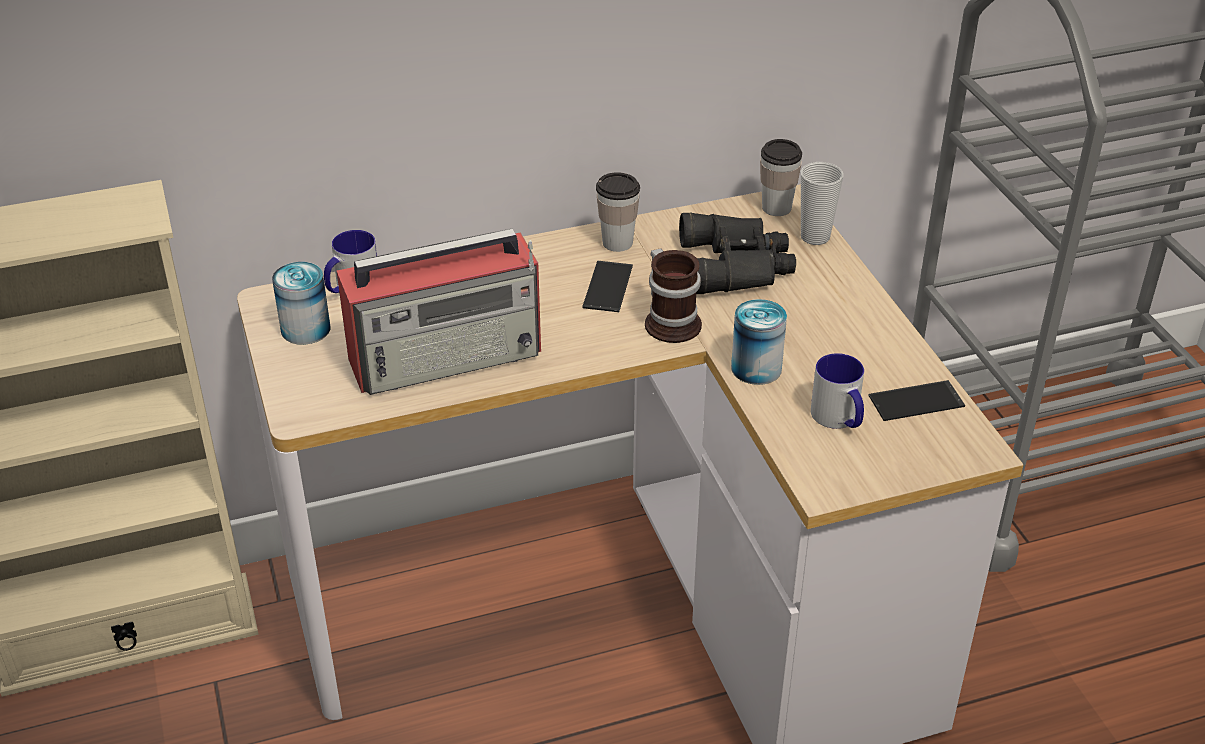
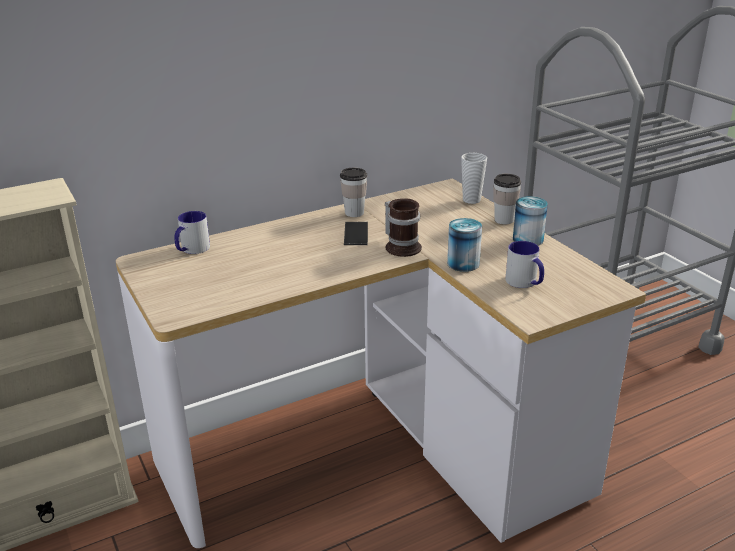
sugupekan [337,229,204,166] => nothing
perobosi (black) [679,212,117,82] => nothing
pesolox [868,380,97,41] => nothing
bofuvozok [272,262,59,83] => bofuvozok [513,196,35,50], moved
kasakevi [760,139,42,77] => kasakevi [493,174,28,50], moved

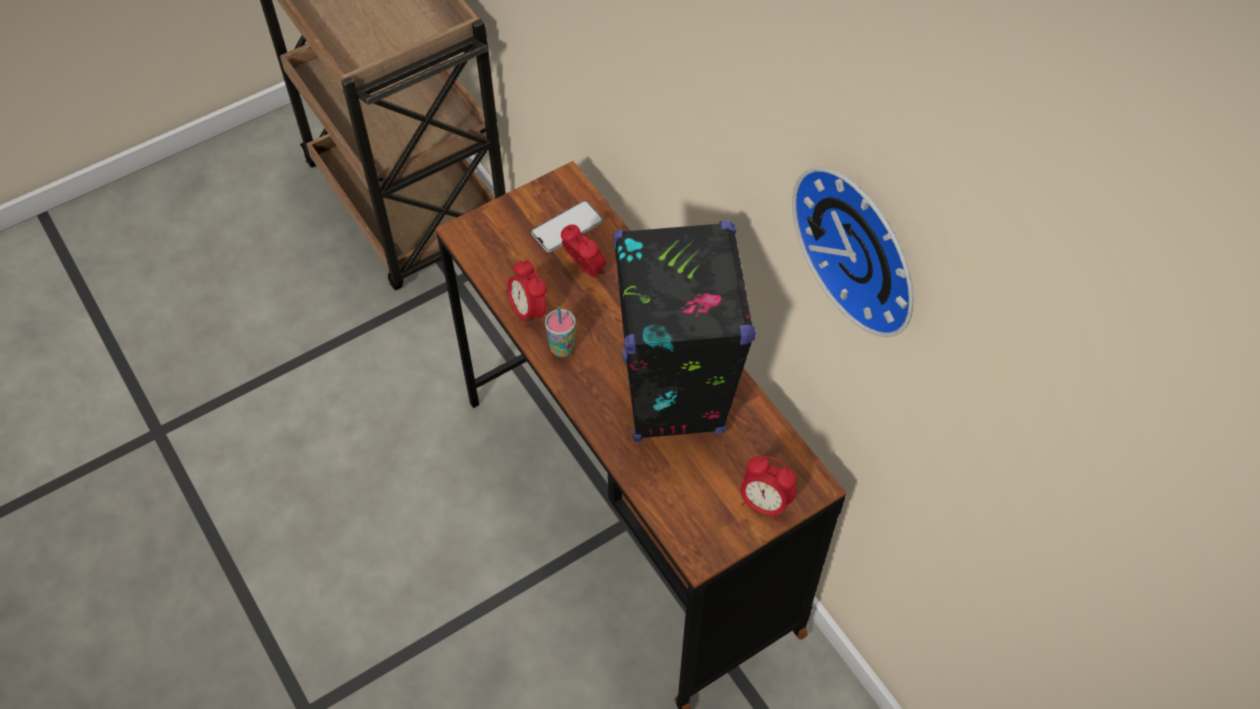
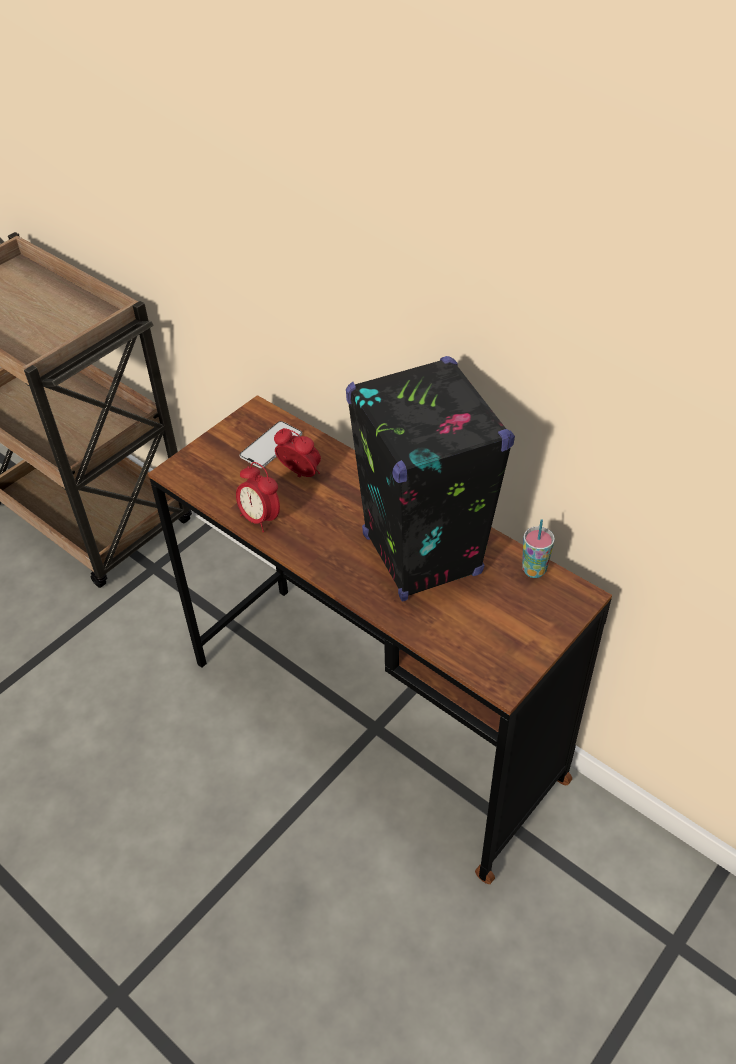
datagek [741,456,56,65] => nothing
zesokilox [792,167,122,170] => nothing
kasakevi [545,306,31,51] => kasakevi [522,519,33,59], moved

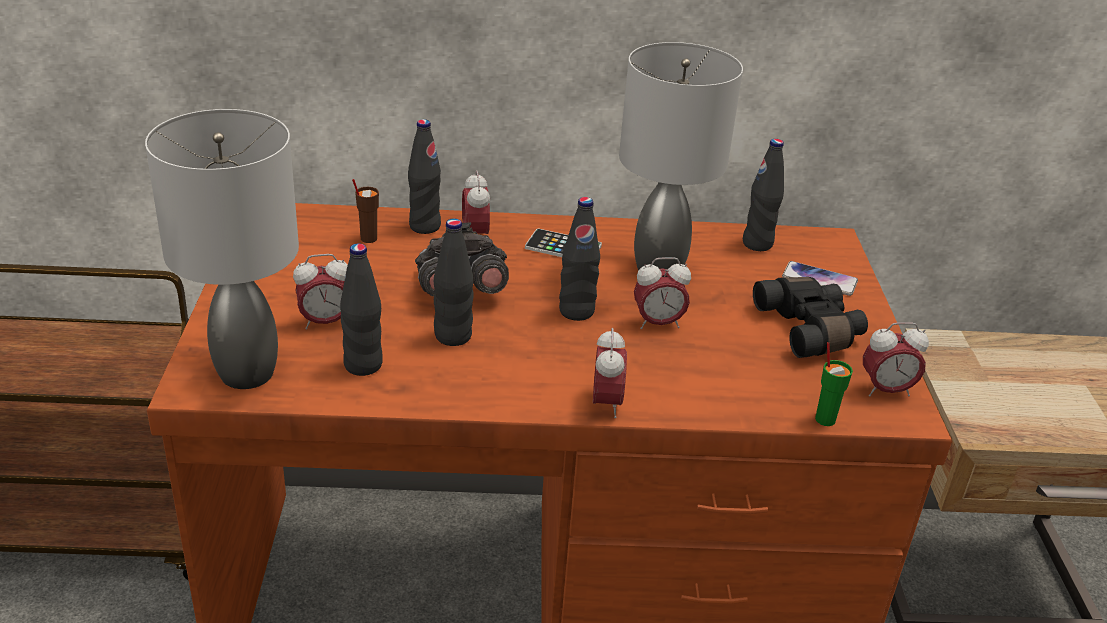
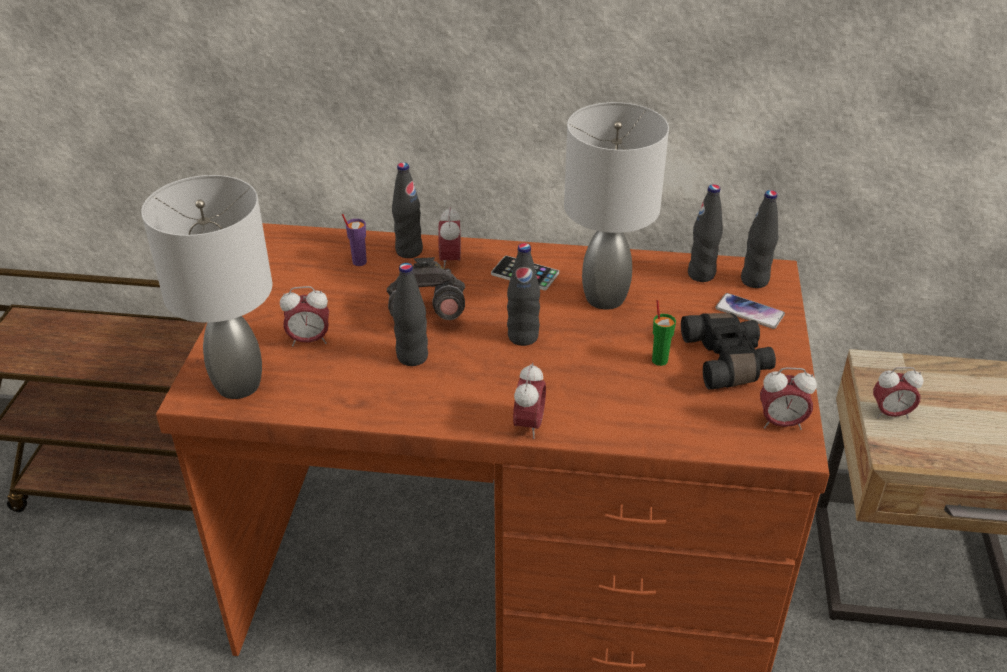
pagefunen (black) [340,244,43,132] => pagefunen (black) [741,190,37,98], moved
datagek [634,257,57,72] => datagek [873,367,50,52], moved
kasakevi (green) [815,342,38,84] => kasakevi (green) [652,300,24,66], moved
kasakevi (brown) [352,179,27,64] => kasakevi (purple) [342,214,25,52]

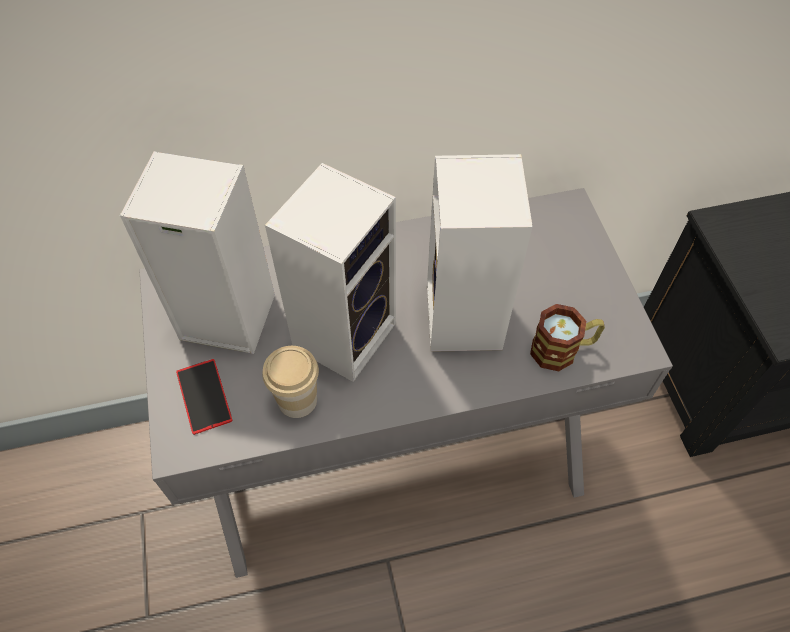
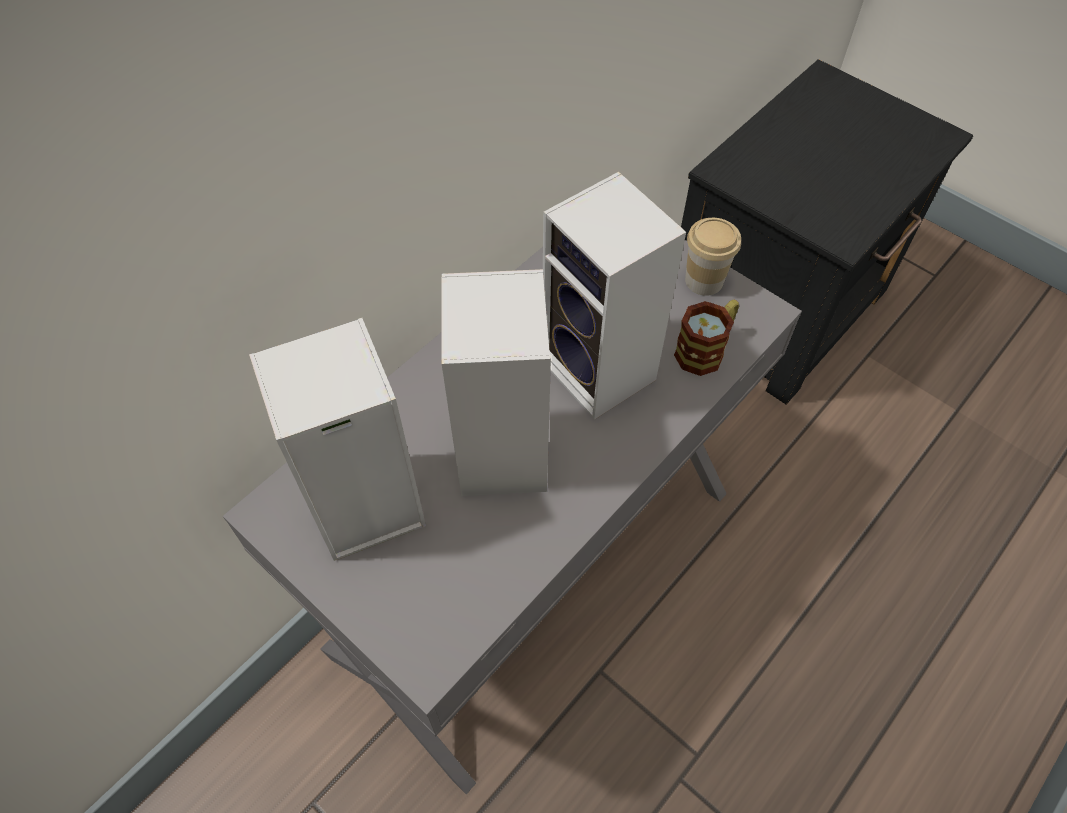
pesolox [176,359,56,76] => nothing
kasakevi [262,346,57,72] => kasakevi [685,218,56,78], moved

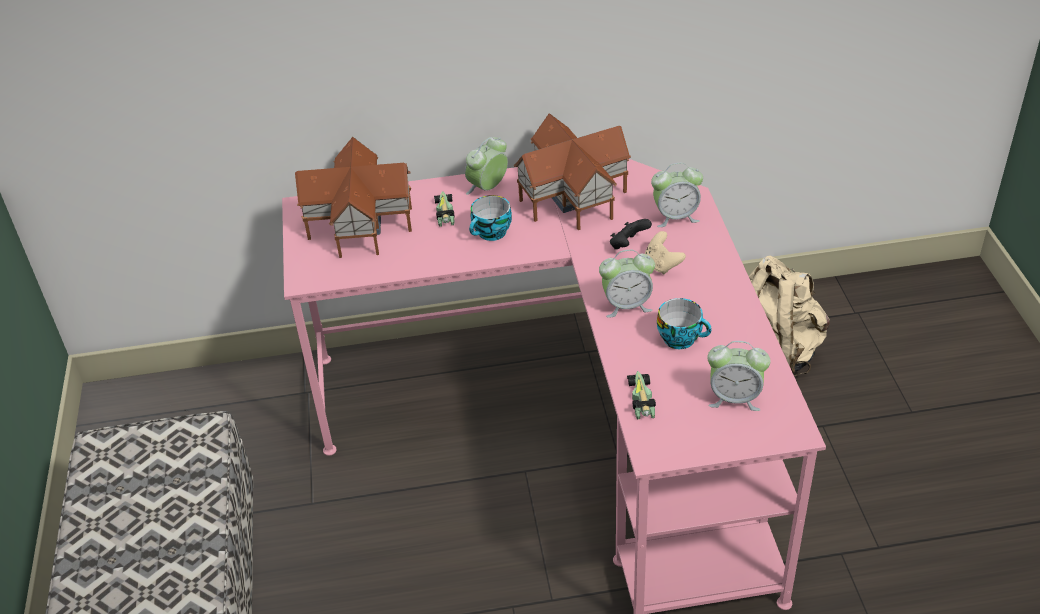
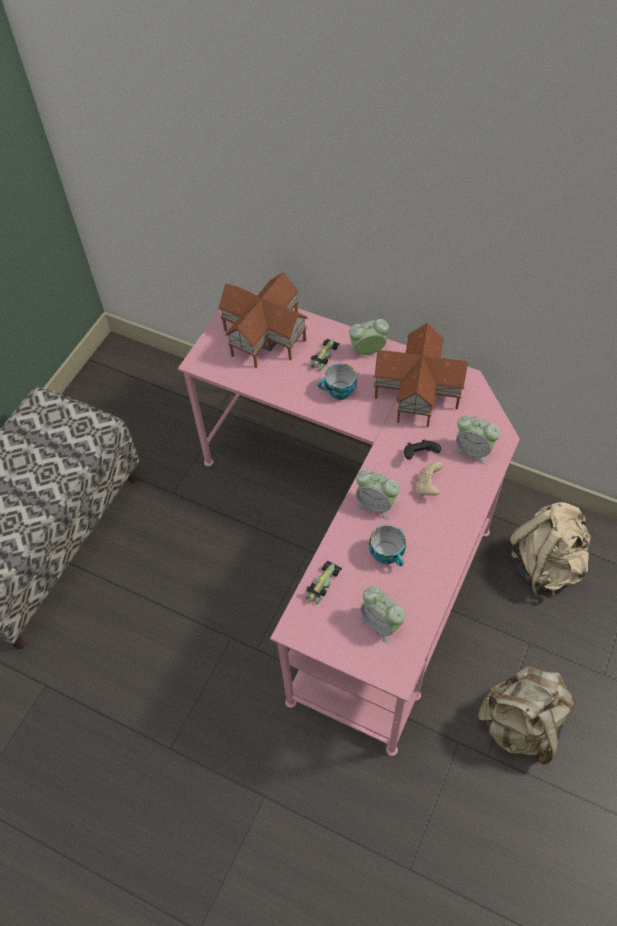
nothing => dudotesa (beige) [478,666,98,98]

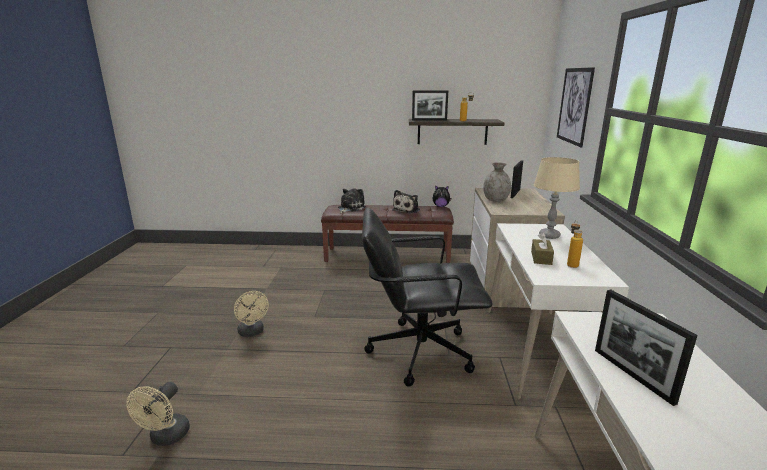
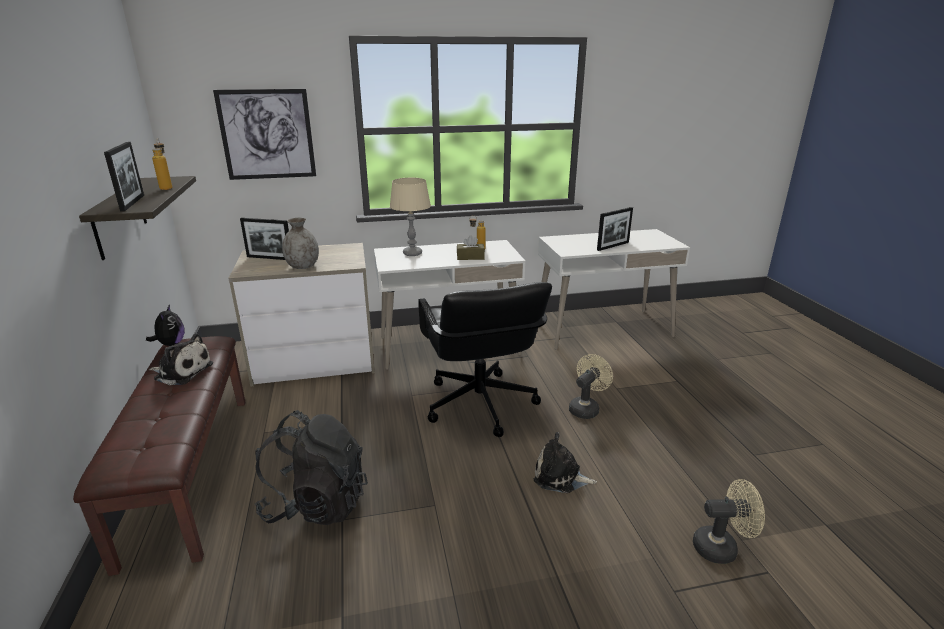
nothing => dudotesa (black) [255,410,113,115]
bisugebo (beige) [234,291,35,46] => bisugebo (beige) [569,354,44,65], moved
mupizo [338,188,28,25] => mupizo [534,432,63,61], moved

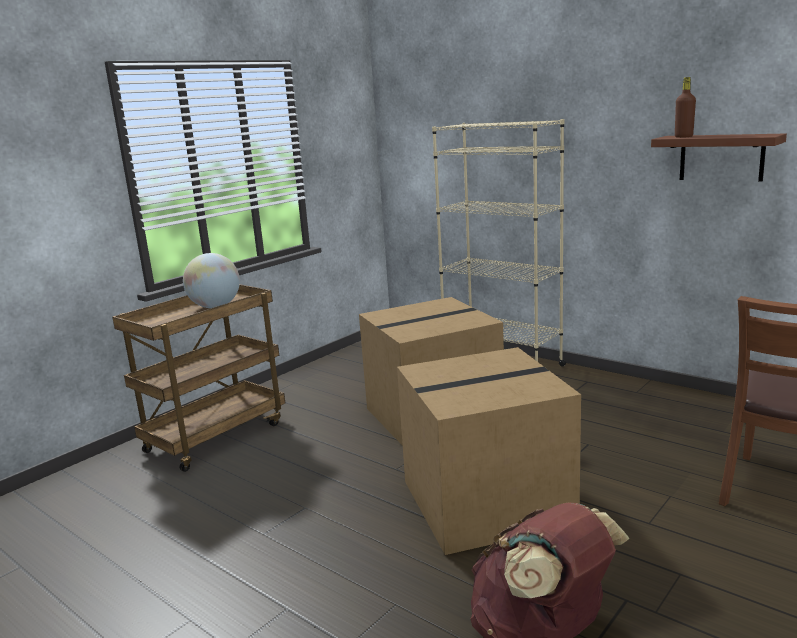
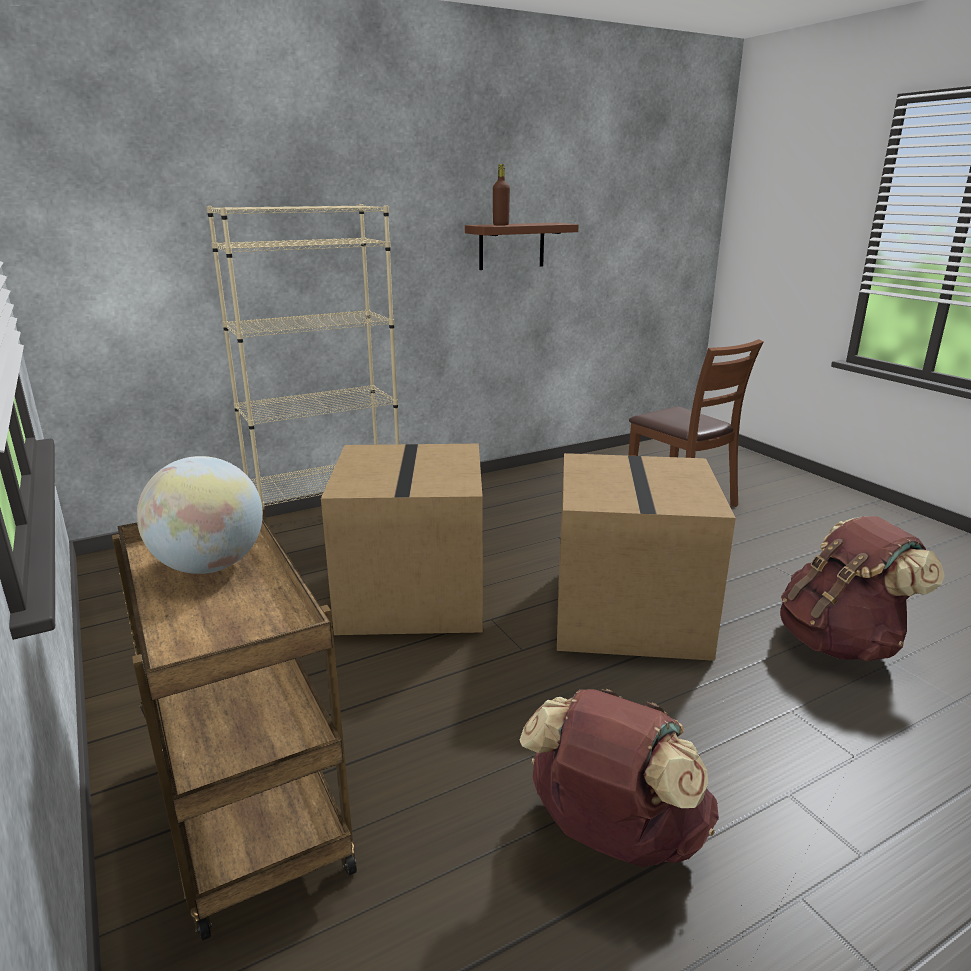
nothing => dudotesa (brown) [520,689,199,178]

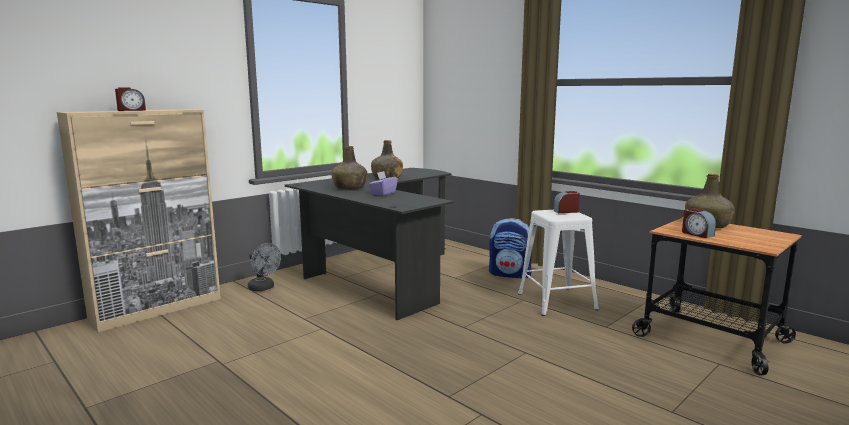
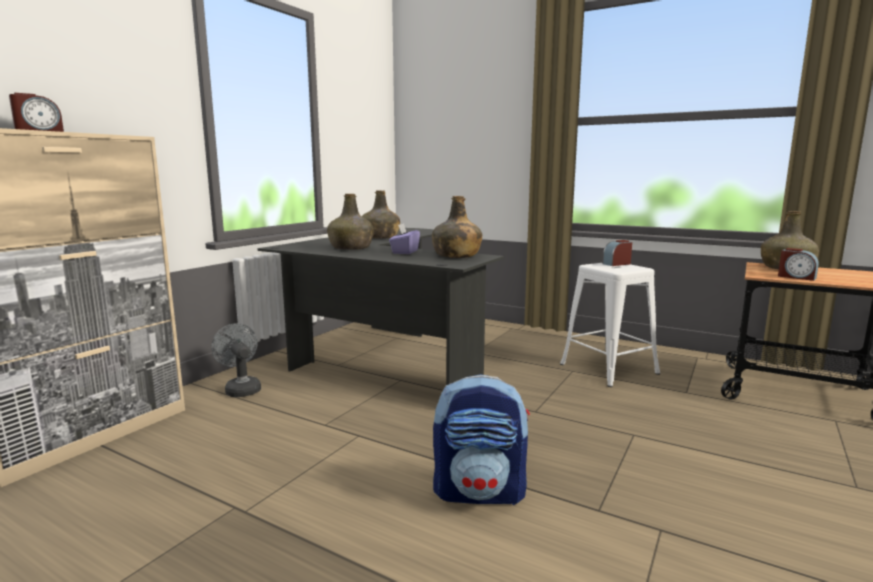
nothing => pagefunen (green) [432,196,50,62]
dudotesa [489,218,43,60] => dudotesa [433,374,97,131], moved
bisugebo (grey) [248,243,33,48] => bisugebo (grey) [211,323,50,74], 150 degrees counterclockwise

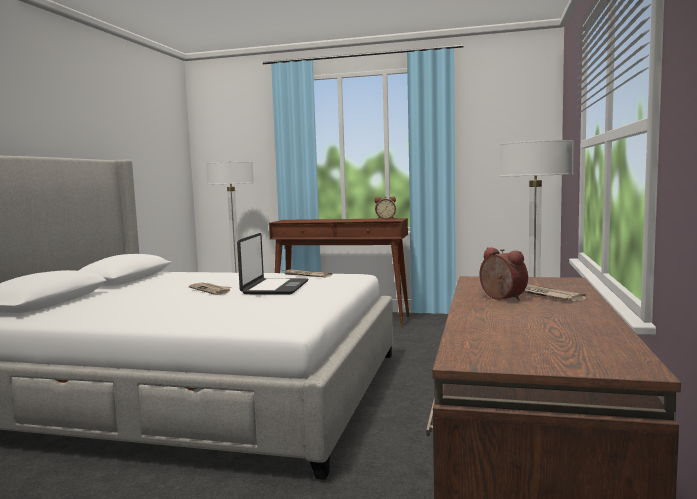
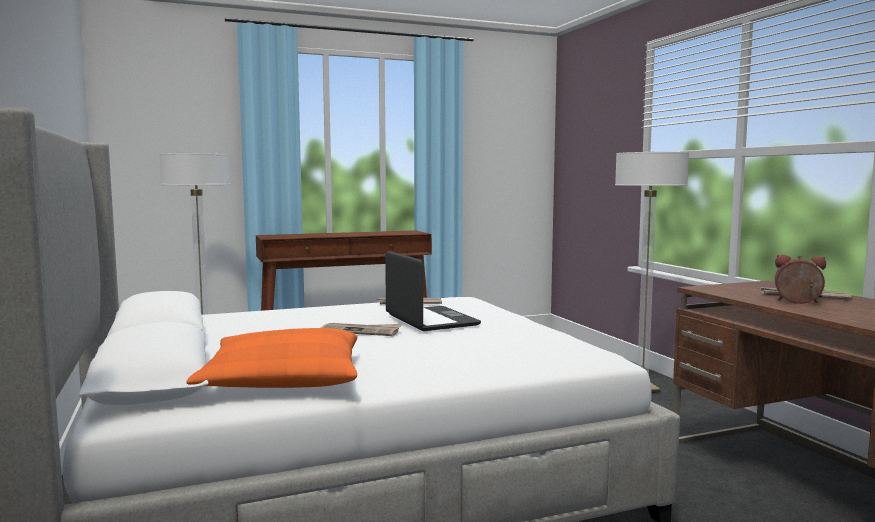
datagek [375,196,21,23] => nothing
nothing => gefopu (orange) [186,328,171,60]

